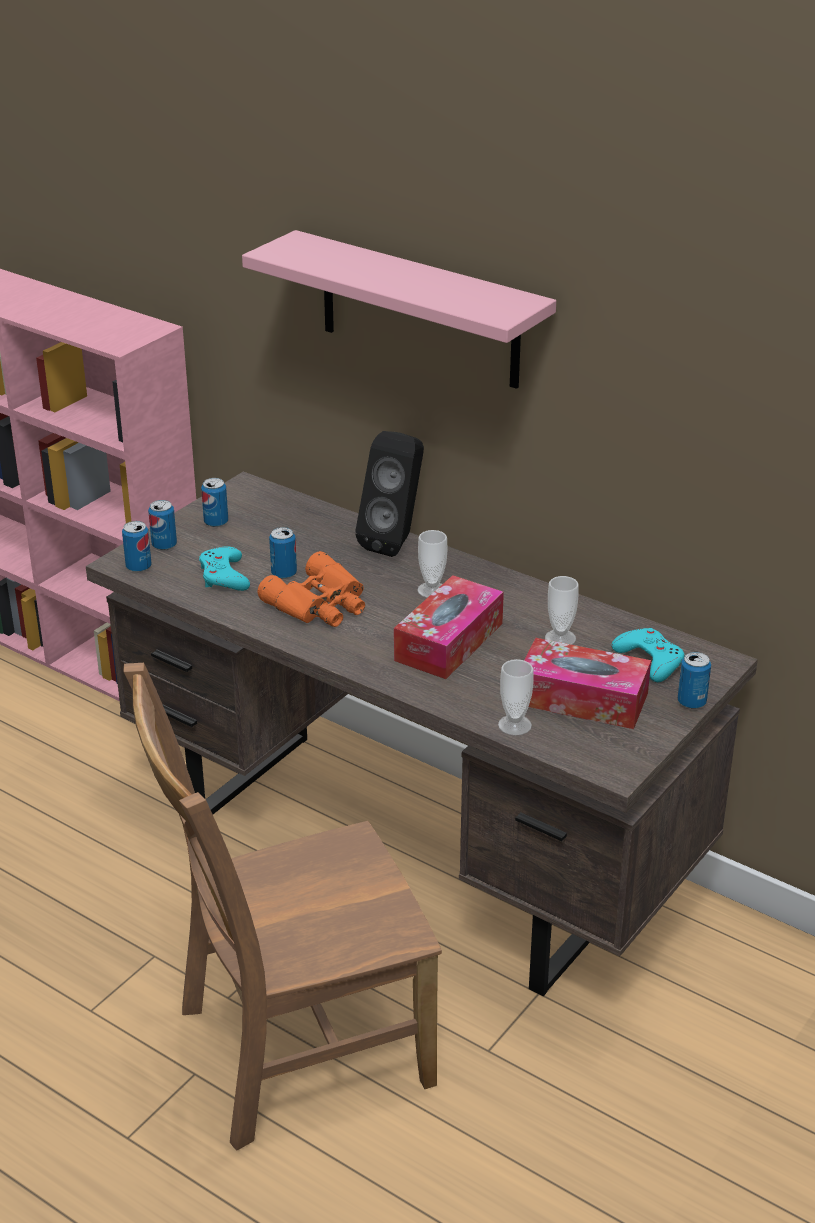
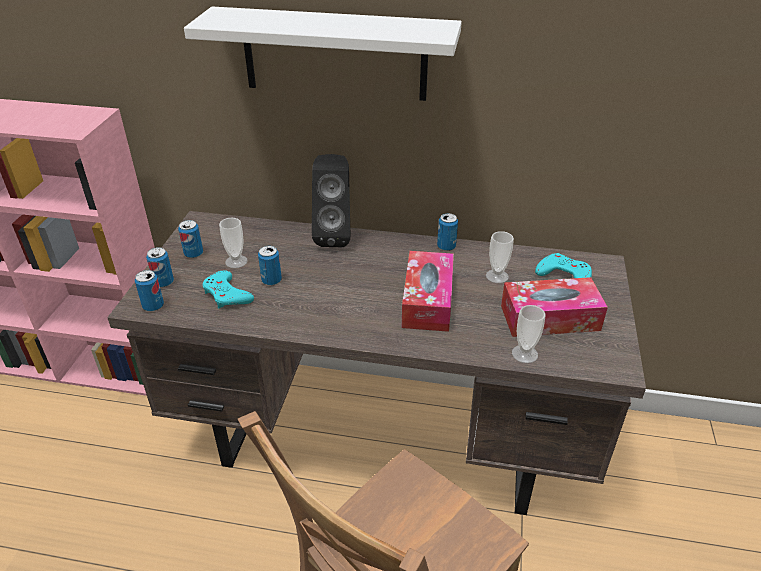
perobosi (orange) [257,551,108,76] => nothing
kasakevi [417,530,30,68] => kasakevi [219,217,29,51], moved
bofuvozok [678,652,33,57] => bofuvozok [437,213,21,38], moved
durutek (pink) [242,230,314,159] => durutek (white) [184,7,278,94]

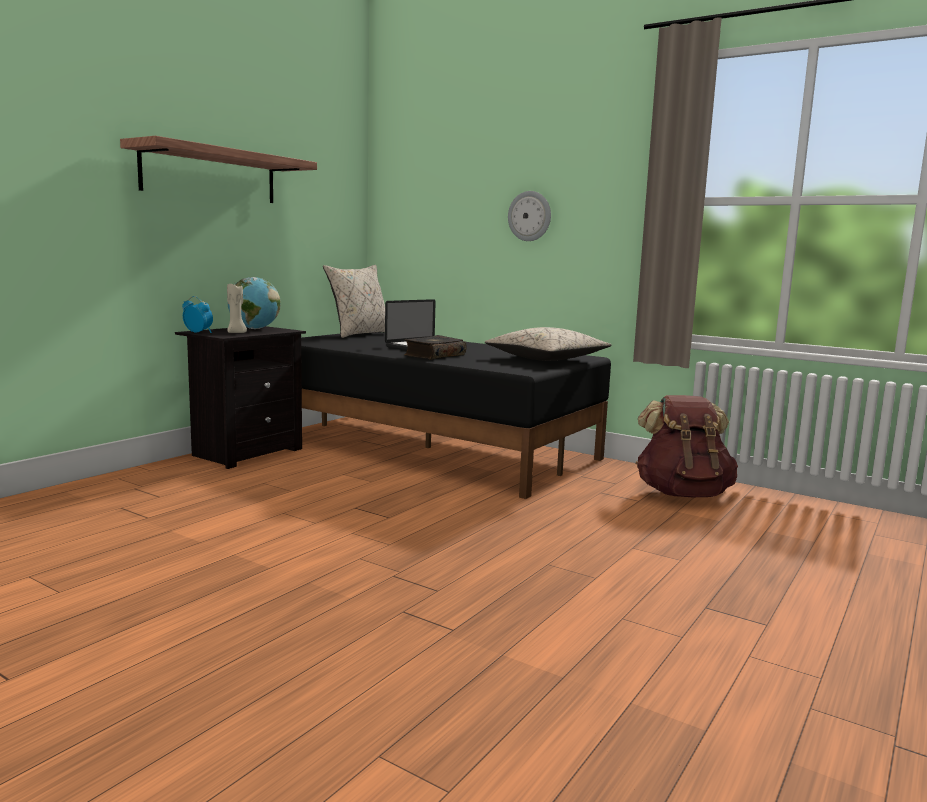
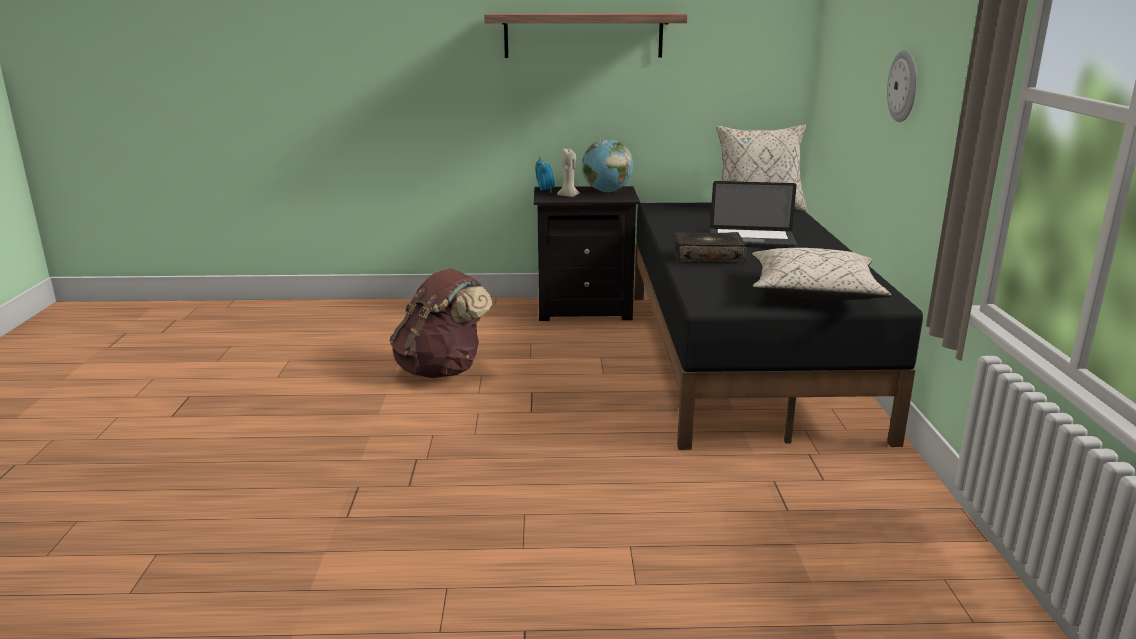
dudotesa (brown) [635,395,103,102] => dudotesa (brown) [389,269,103,109], moved

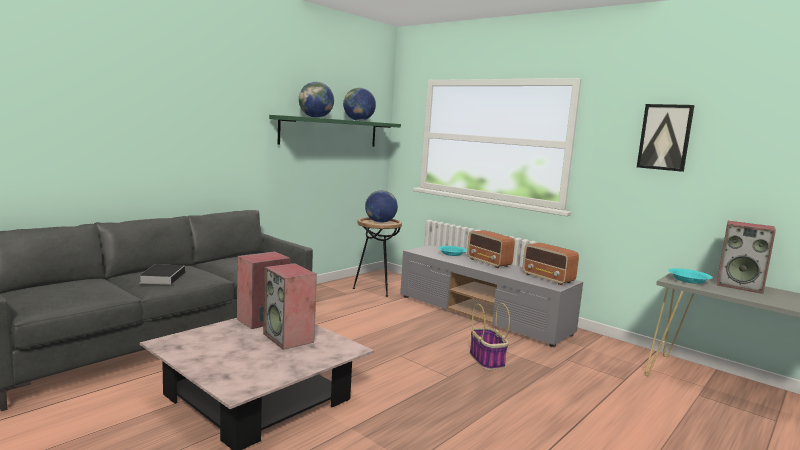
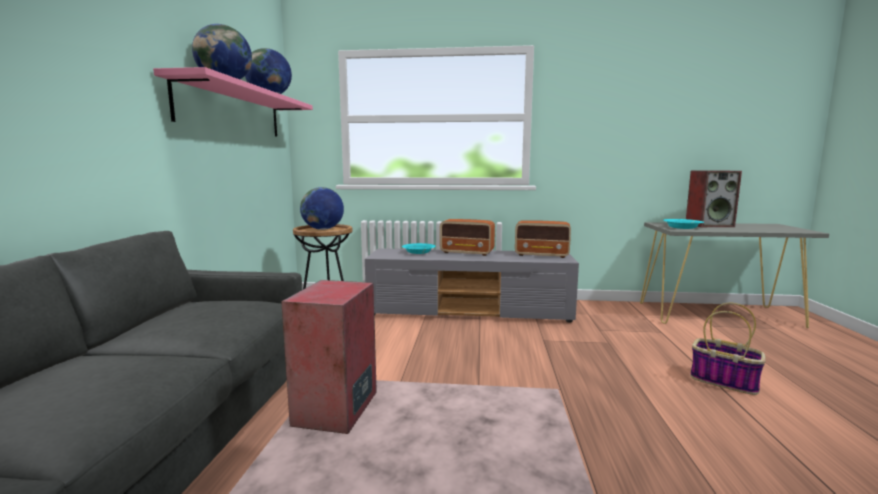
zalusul [139,264,46,21] => nothing
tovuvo [263,263,54,87] => nothing
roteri [637,104,57,68] => nothing
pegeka [470,303,40,67] => pegeka [690,303,76,92], moved
durutek (green) [269,115,132,32] => durutek (pink) [153,67,160,70]

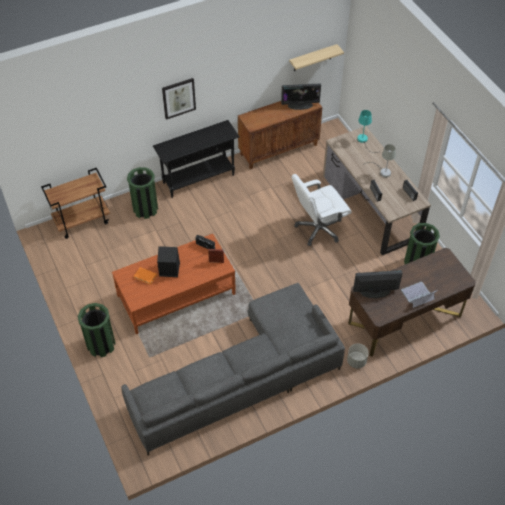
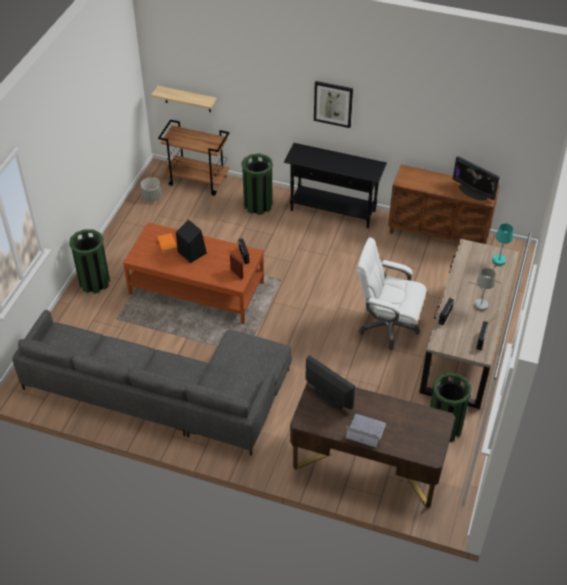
durutek [289,44,55,27] => durutek [151,86,66,26], moved
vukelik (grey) [347,343,22,26] => vukelik (grey) [140,177,22,25], moved

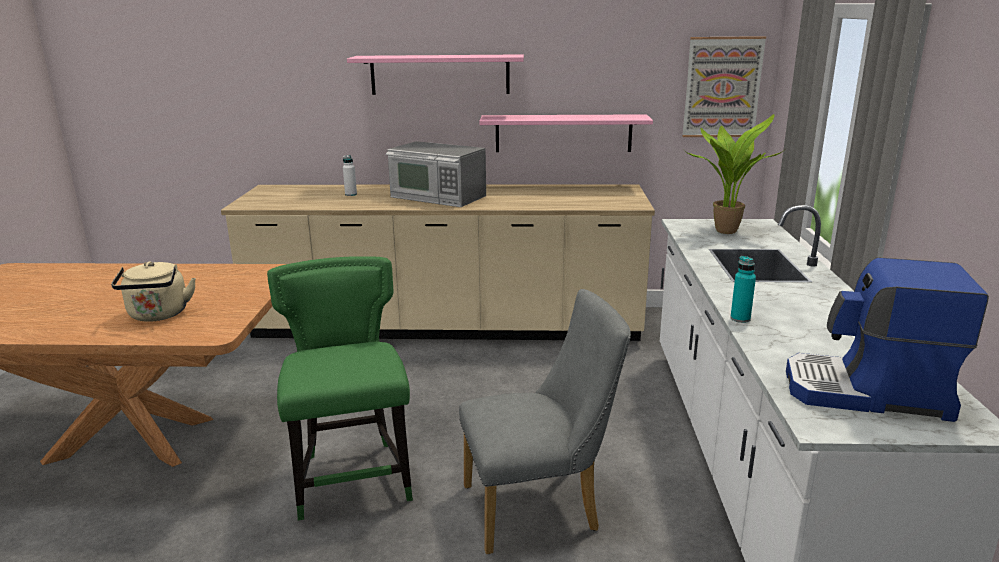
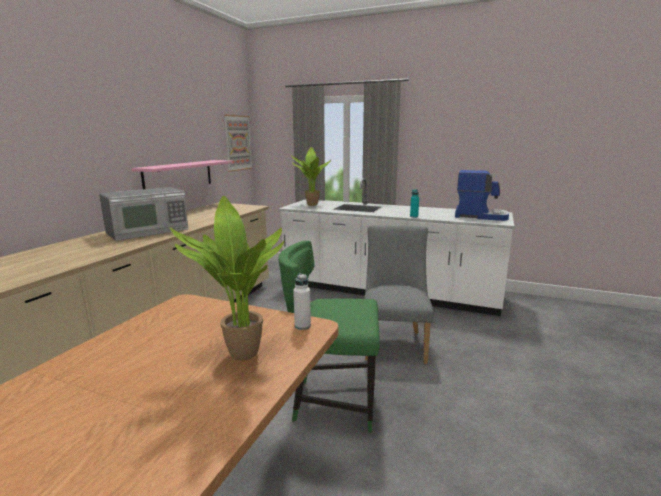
durutek (pink) [347,54,177,41] => nothing
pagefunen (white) [343,155,14,41] => pagefunen (white) [293,273,18,57], moved
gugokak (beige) [111,261,85,61] => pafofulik [170,196,114,164]
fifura [786,257,203,165] => fifura [455,170,54,51], 105 degrees counterclockwise

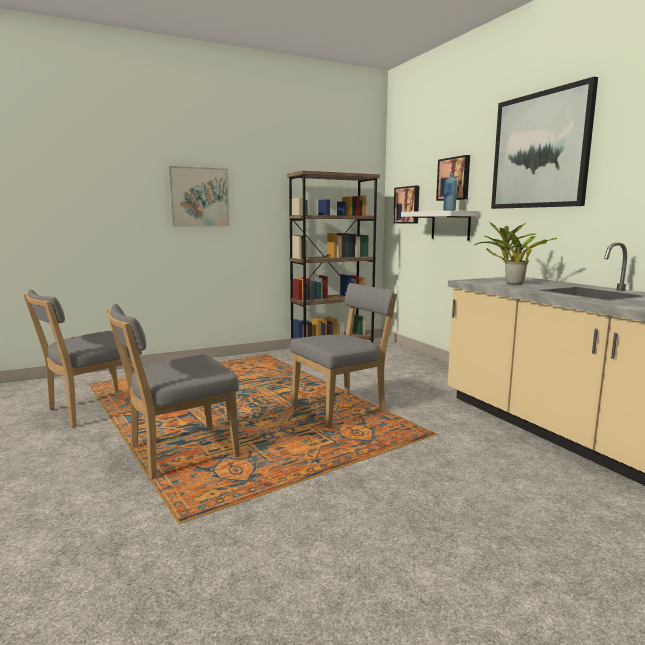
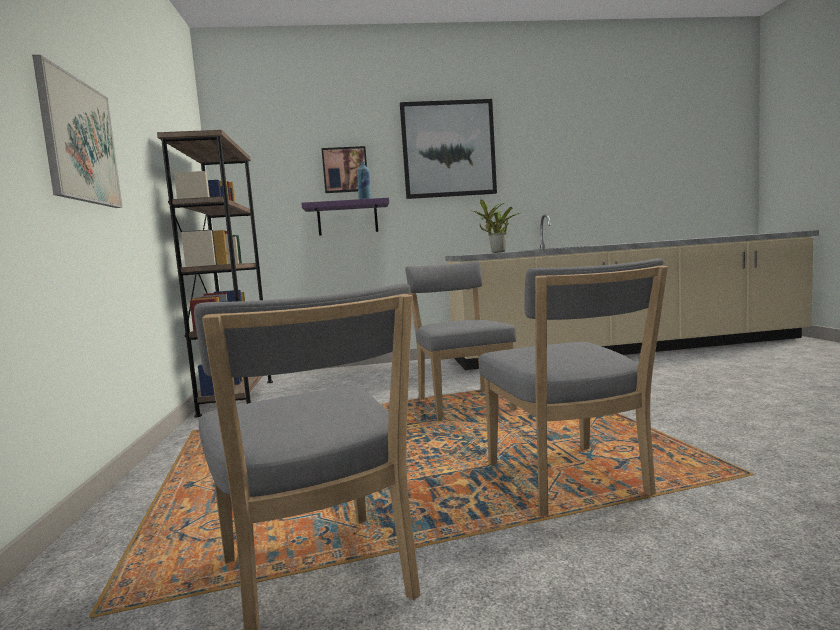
roteri [393,186,27,37] => nothing
durutek (white) [401,210,78,31] => durutek (purple) [301,198,88,38]

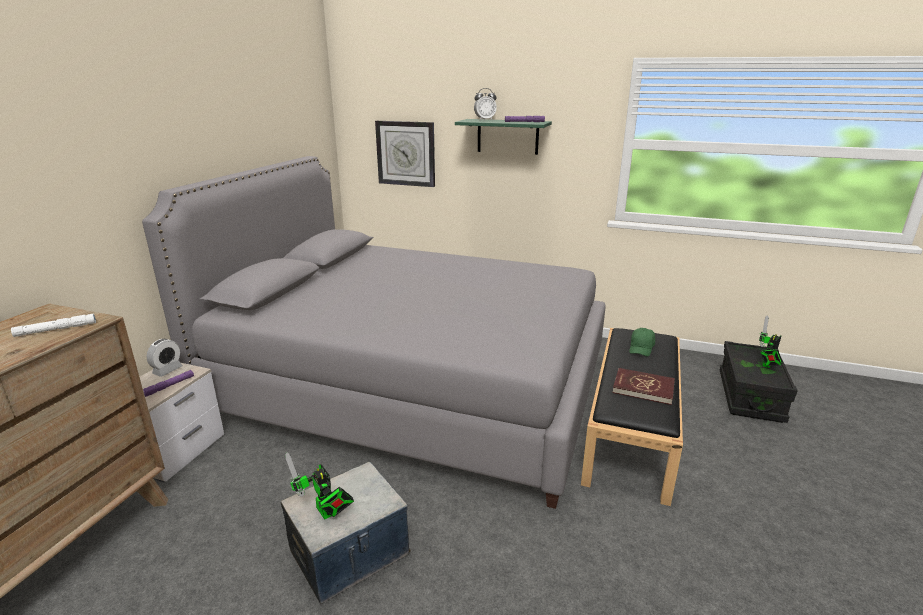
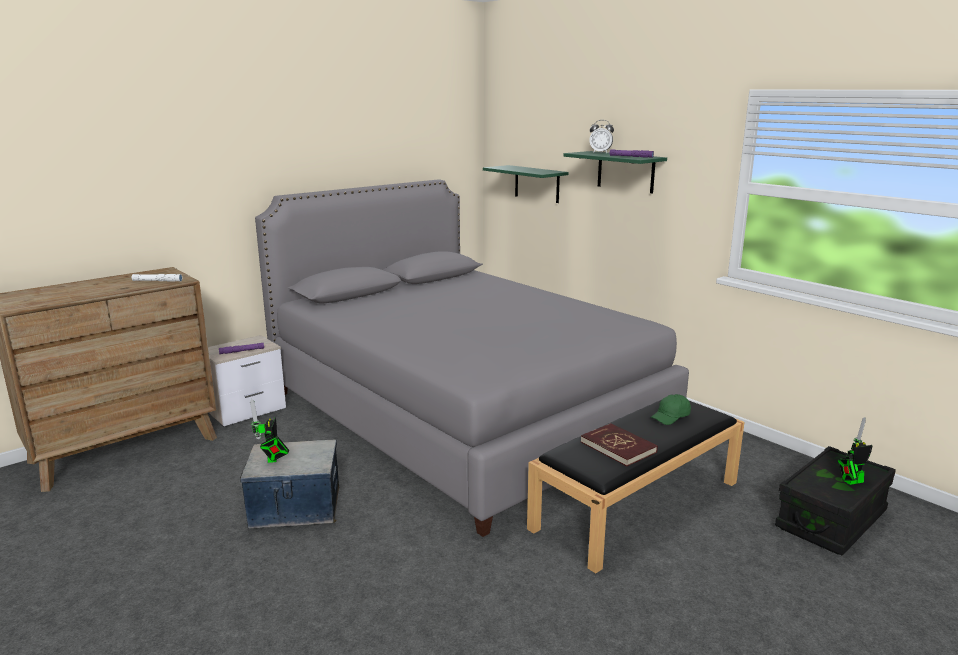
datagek [146,339,37,38] => nothing
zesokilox [375,121,60,66] => durutek (green) [483,165,86,38]

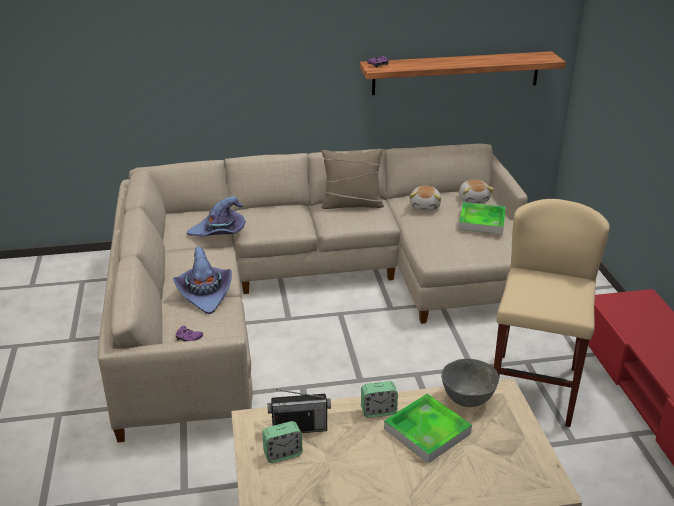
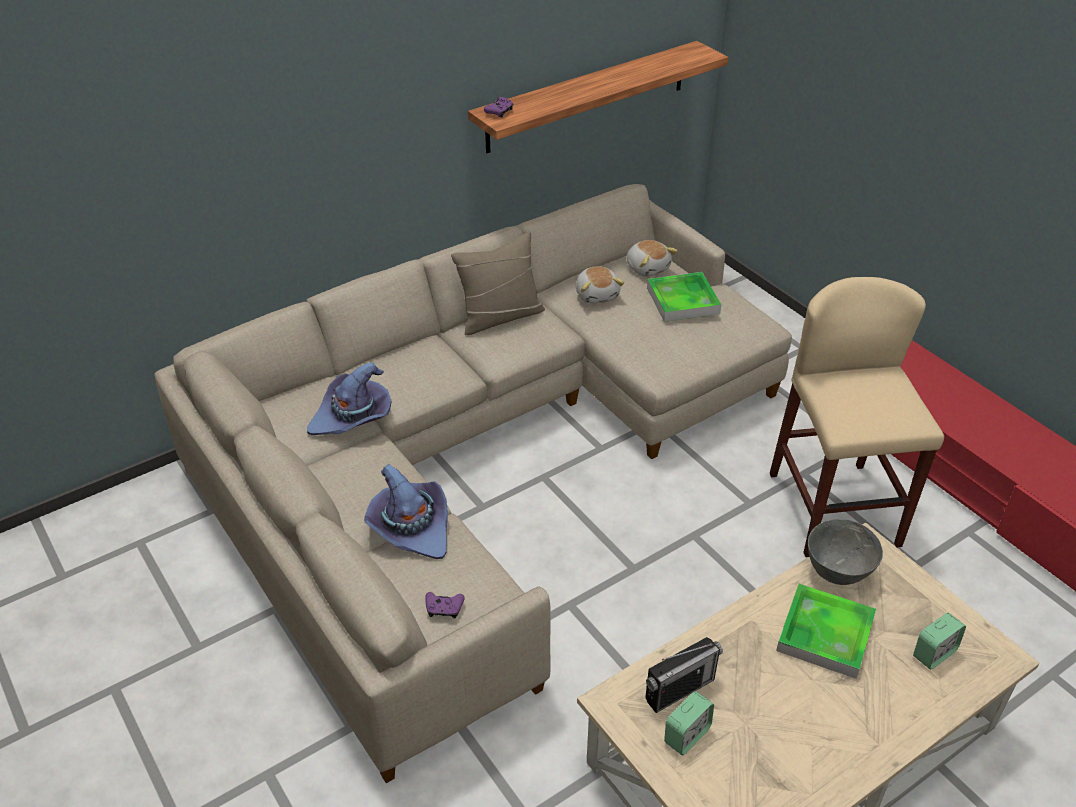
datagek [361,381,37,37] => datagek [913,613,53,57], moved

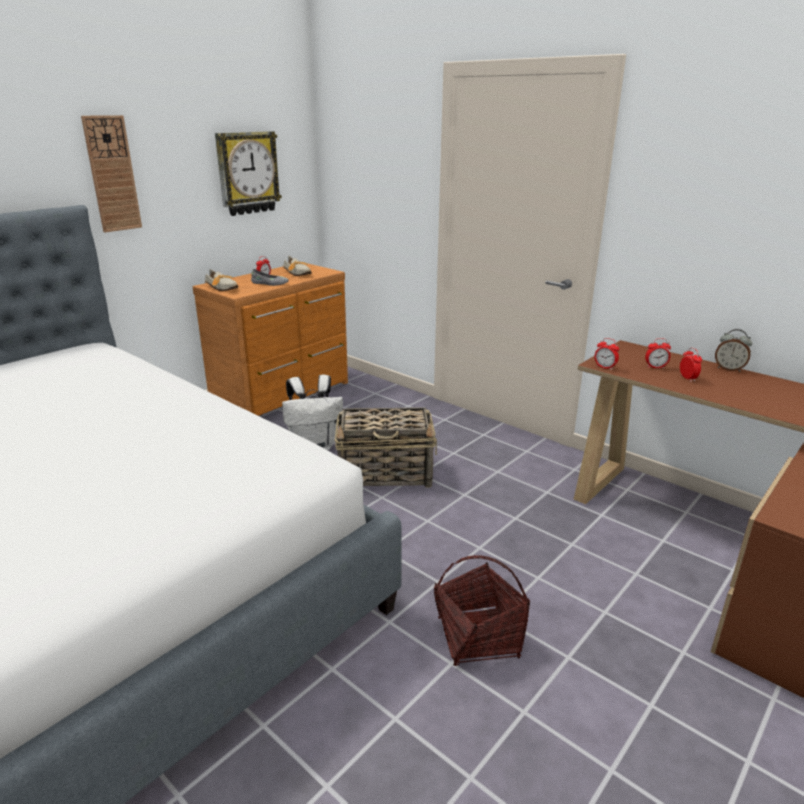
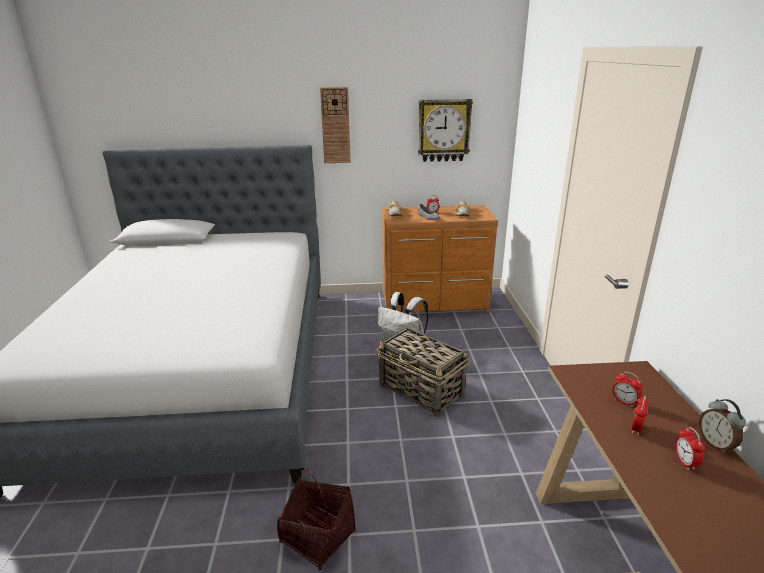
datagek [595,338,24,32] => datagek [675,427,30,43], moved

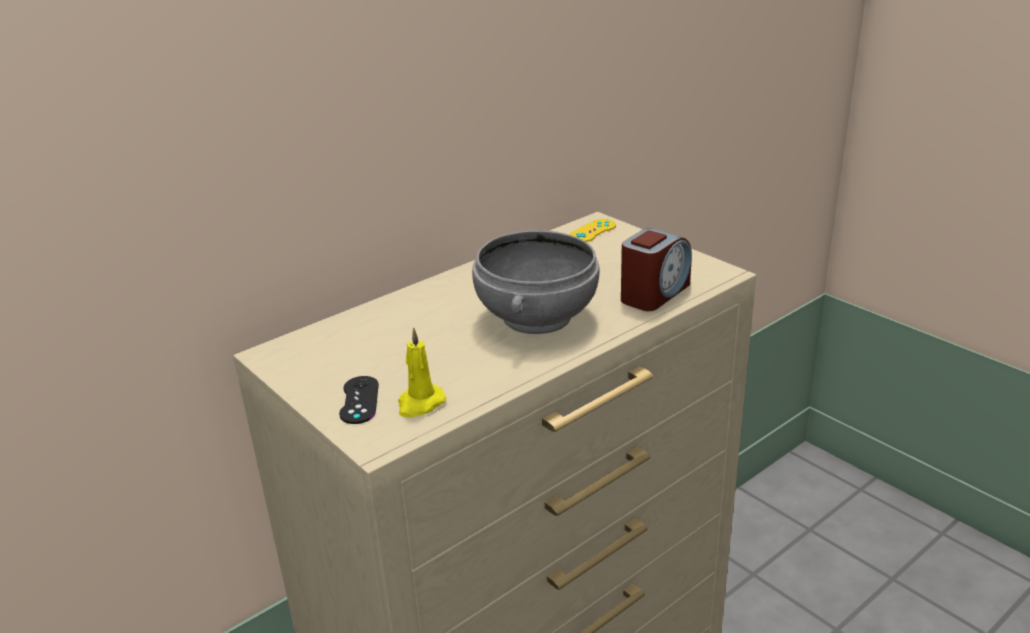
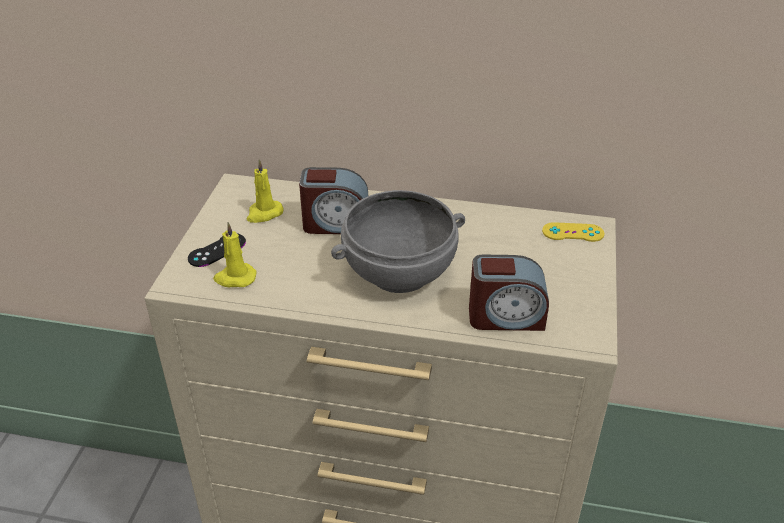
nothing => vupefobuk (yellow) [247,159,36,64]
nothing => datagek [299,167,69,67]

